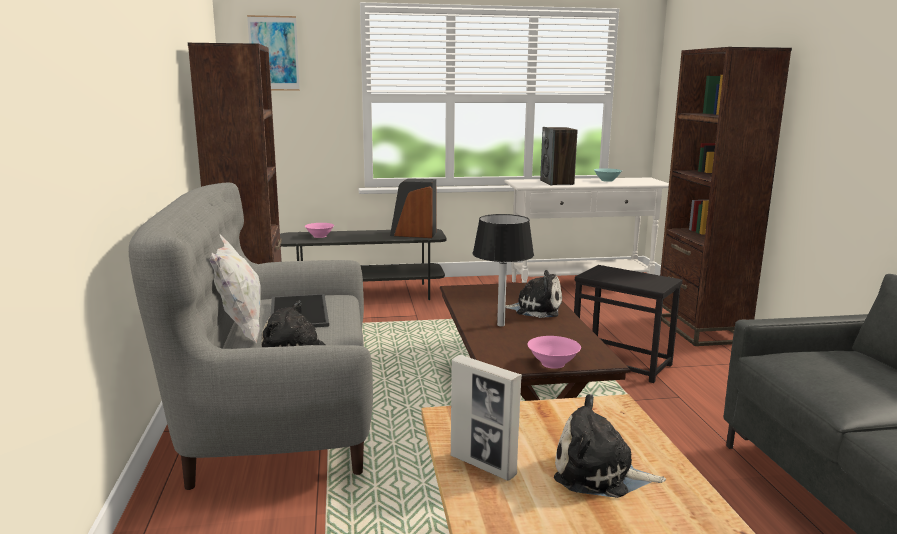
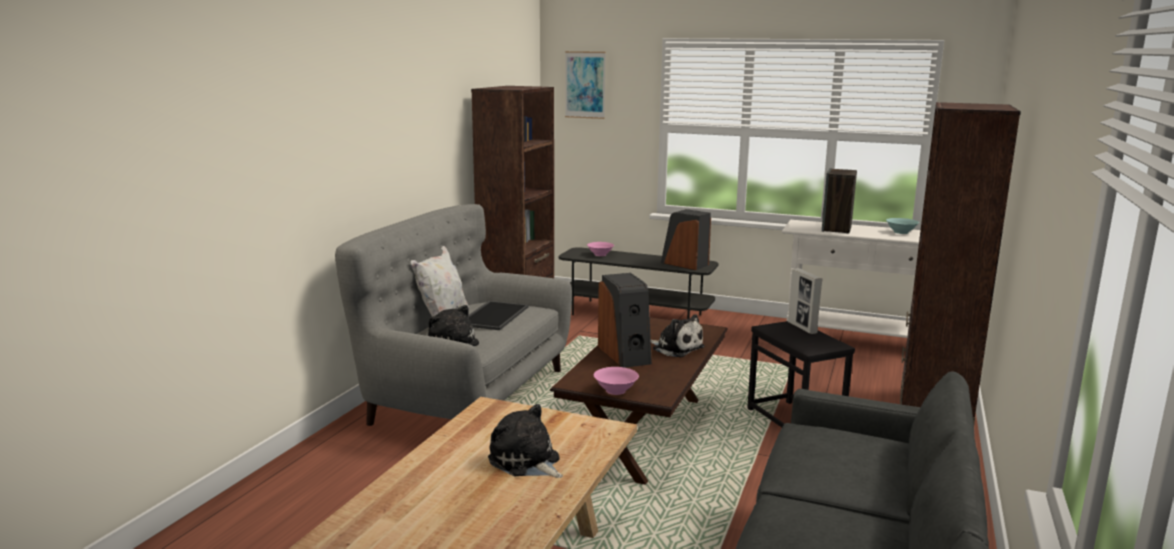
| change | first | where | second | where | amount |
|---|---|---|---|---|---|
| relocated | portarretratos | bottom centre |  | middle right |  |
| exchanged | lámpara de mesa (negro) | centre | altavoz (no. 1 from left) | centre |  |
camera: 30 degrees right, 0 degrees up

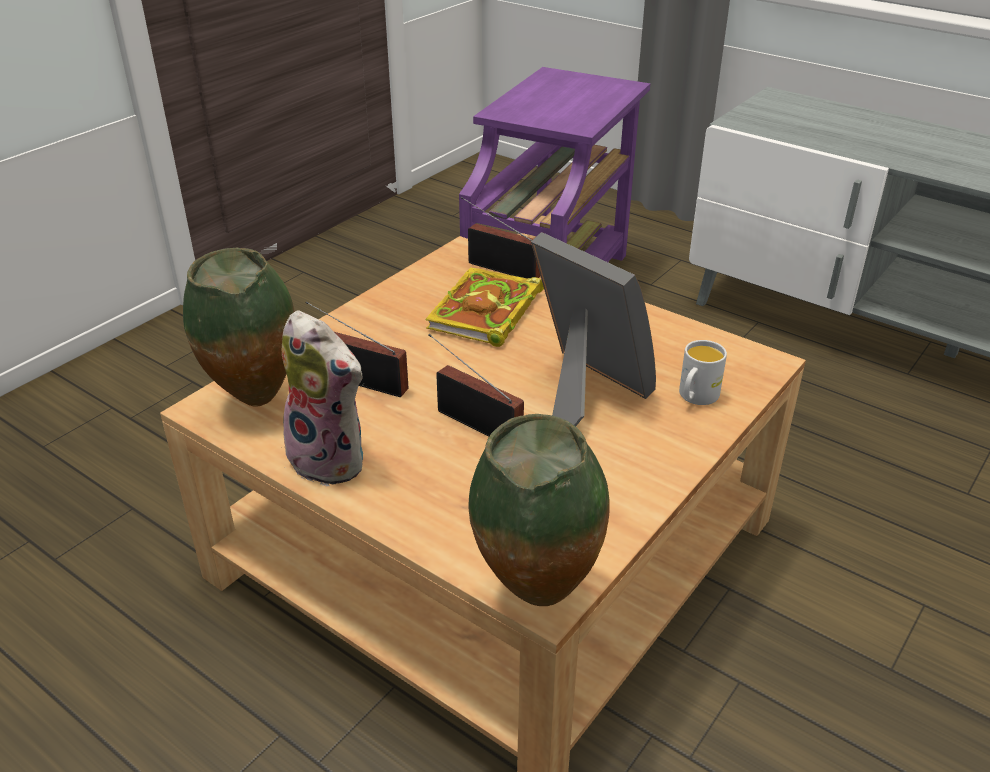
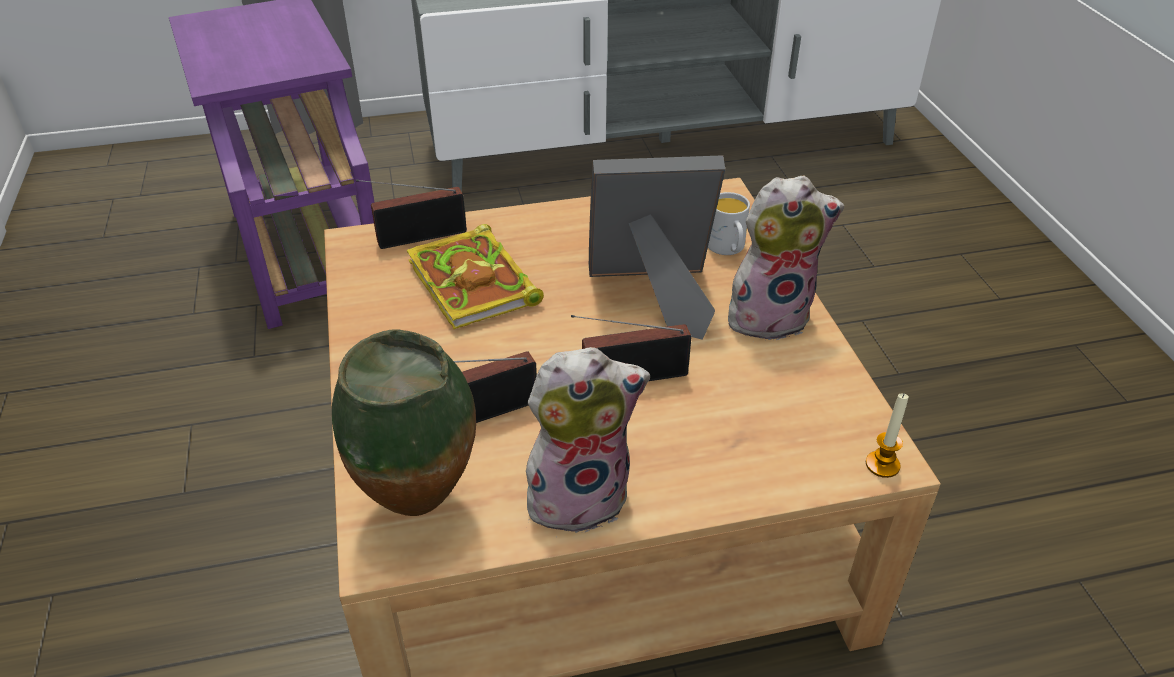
| change | first | where | second | where | amount |
|---|---|---|---|---|---|
| exchanged | florero (no. 2 from left) | centre | vela | middle right |  |
| appeared |  |  | peluche (no. 2 from left) | middle right |  |
camera: 50 degrees left, 5 degrees up

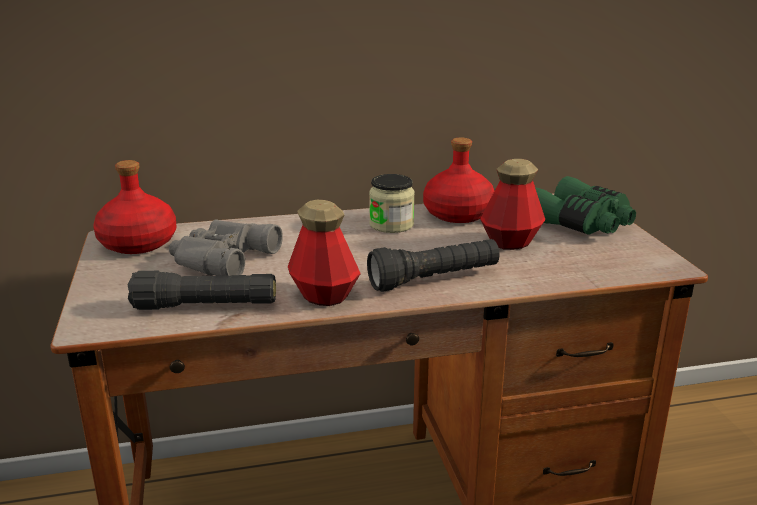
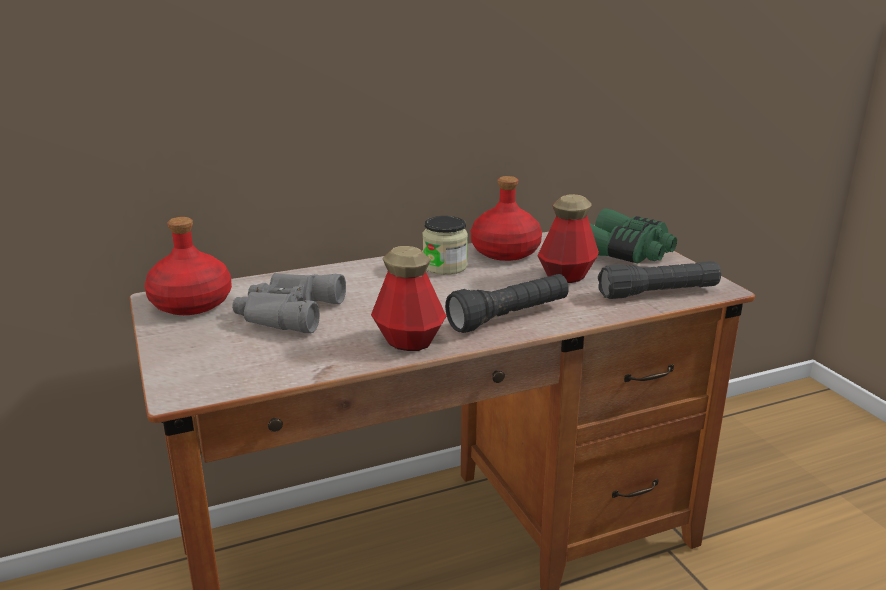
| change | first | where | second | where | amount |
|---|---|---|---|---|---|
| relocated | linterna (negro) (no. 1 from left in the first image) | middle left | linterna (negro) (no. 2 from left) | middle right |  |
camera: 10 degrees left, 0 degrees up

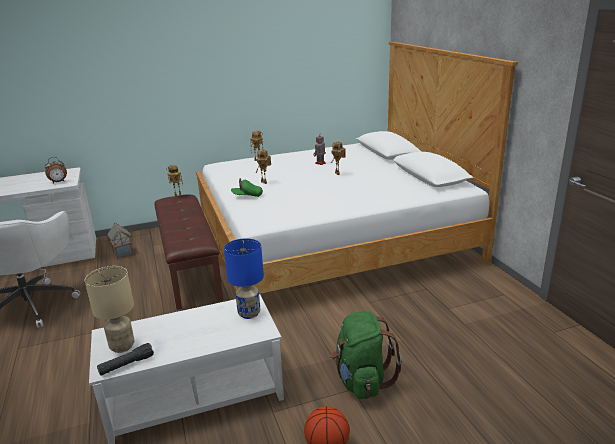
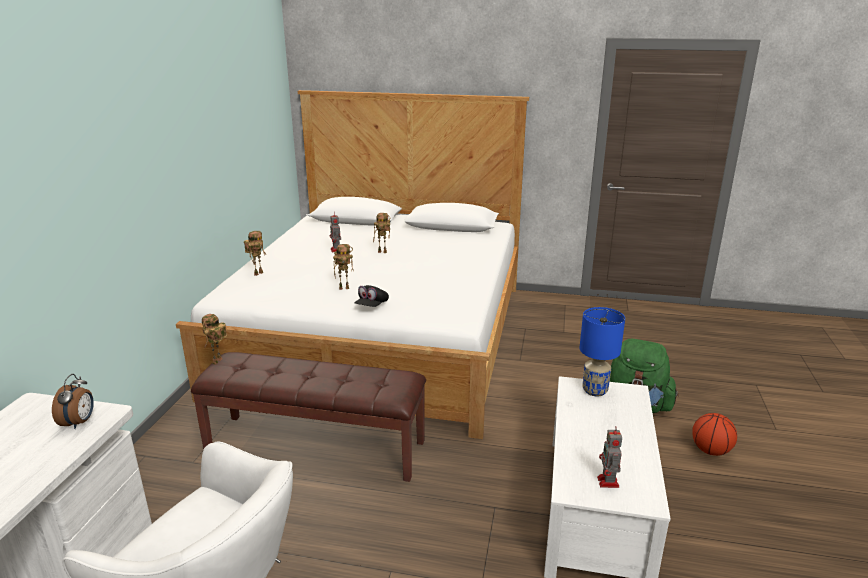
| change | first | where | second | where | amount |
|---|---|---|---|---|---|
| exchanged | lámpara de mesa (beis) | bottom left | robot de juguete (no. 6 from left) | bottom right |  |
| missing | linterna (negro) | bottom left |  |  |  |
| missing | casita | middle left |  |  |  |
| colour | gorra (verde) | centre | gorra (negro) | centre |  |
camera: 60 degrees left, 0 degrees up

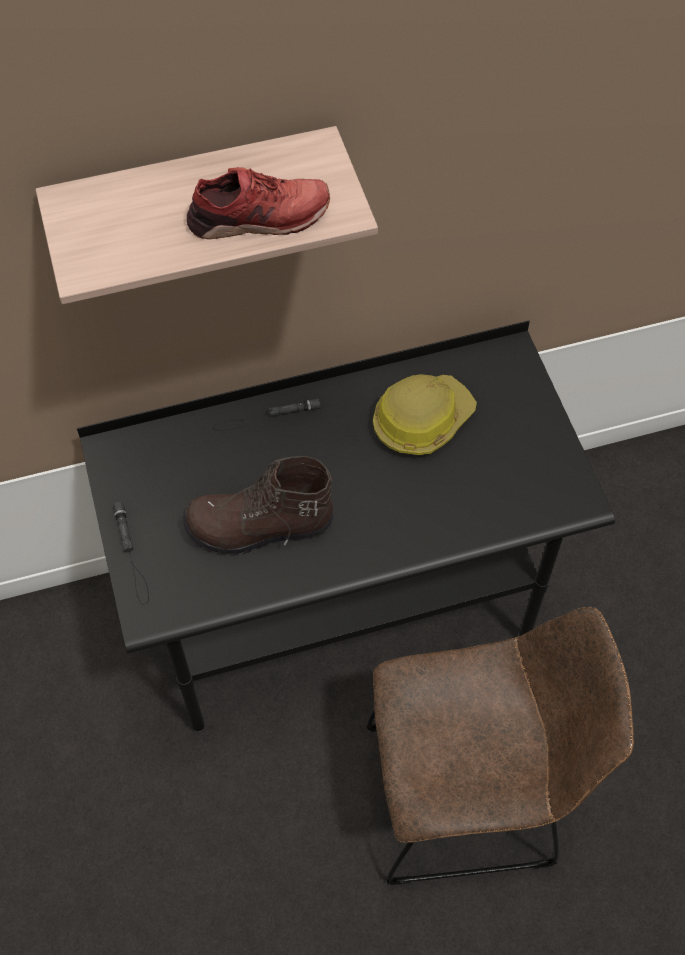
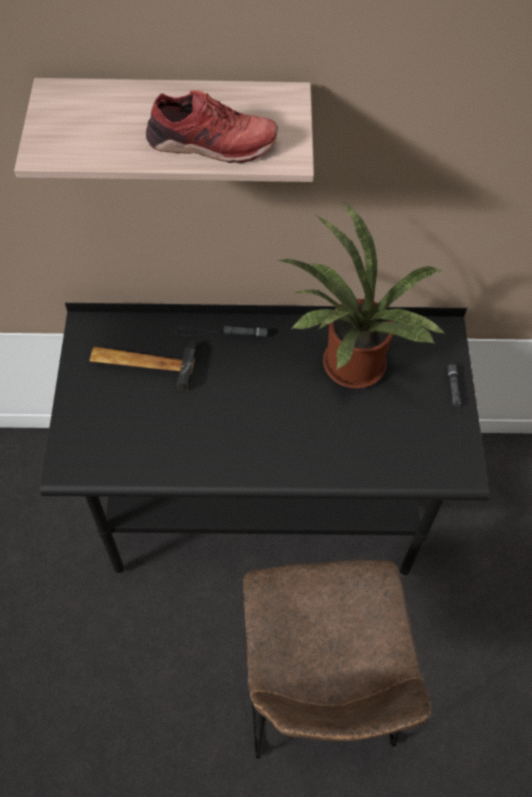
| change | first | where | second | where | amount |
|---|---|---|---|---|---|
| relocated | linterna (negro) (no. 1 from left in the first image) | middle left | linterna (negro) (no. 2 from left) | middle right |  |
| missing | bota (marrón) | centre |  |  |  |
| spun | silla (marrón) | bottom right |  | bottom centre | 75 degrees clockwise |
| exchanged | casco | centre | planta en maceta | middle right |  |
| appeared |  |  | martillo | middle left |  |
camera: 15 degrees right, 0 degrees up

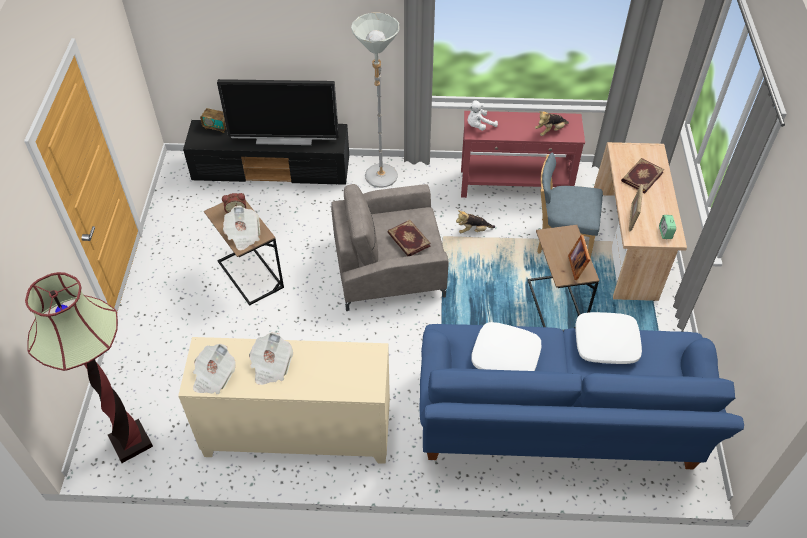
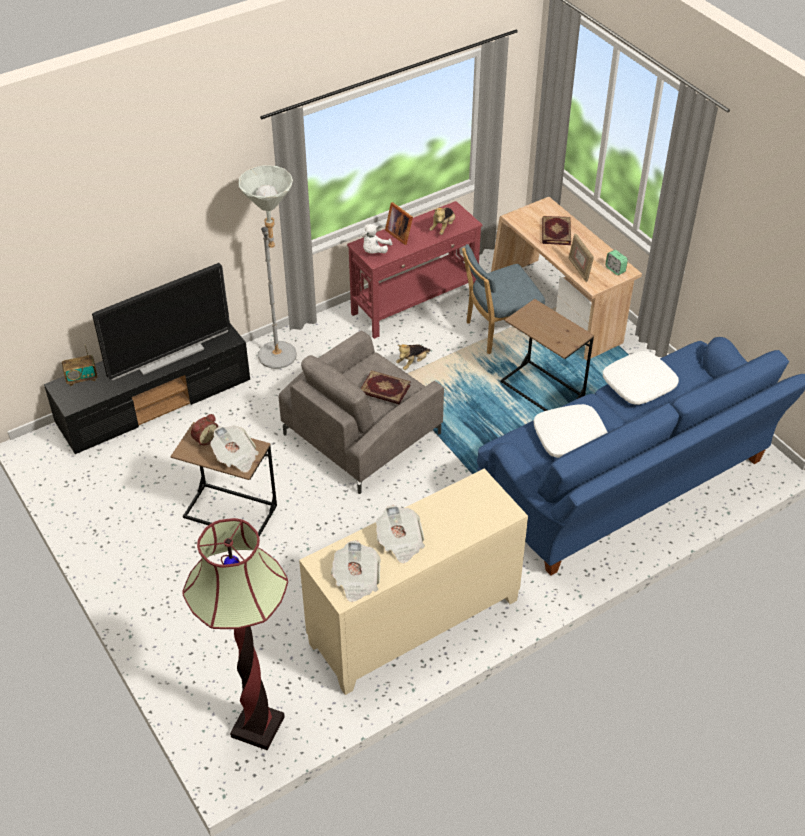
| change | first | where | second | where | amount |
|---|---|---|---|---|---|
| relocated | portarretratos (no. 1 from left) | middle right |  | top centre |  |
camera: 35 degrees left, 5 degrees down

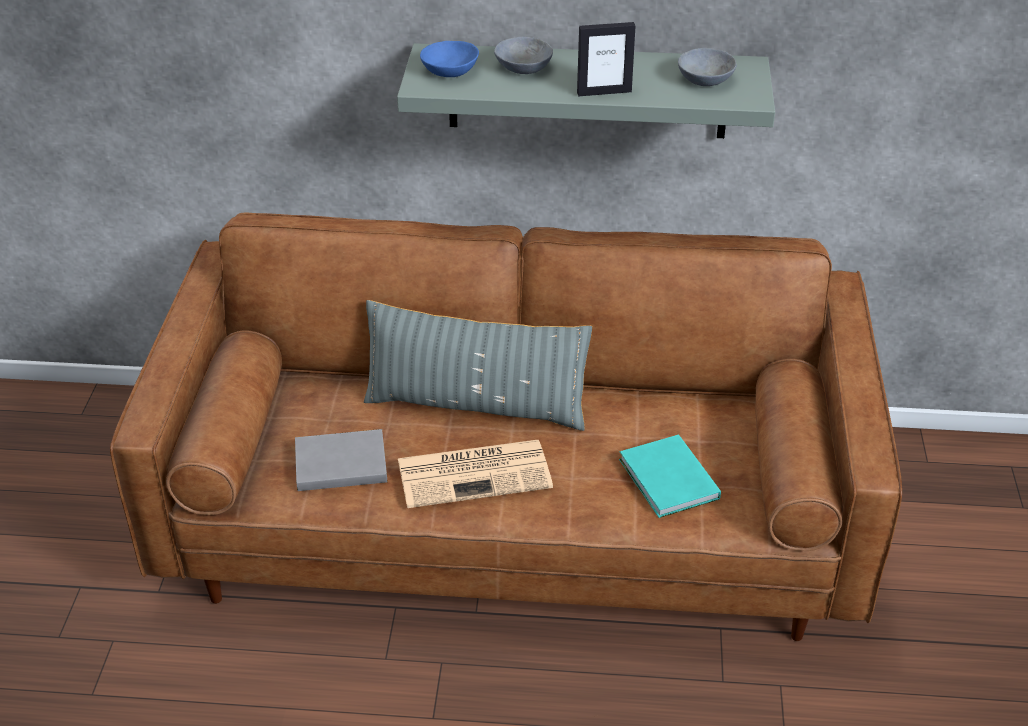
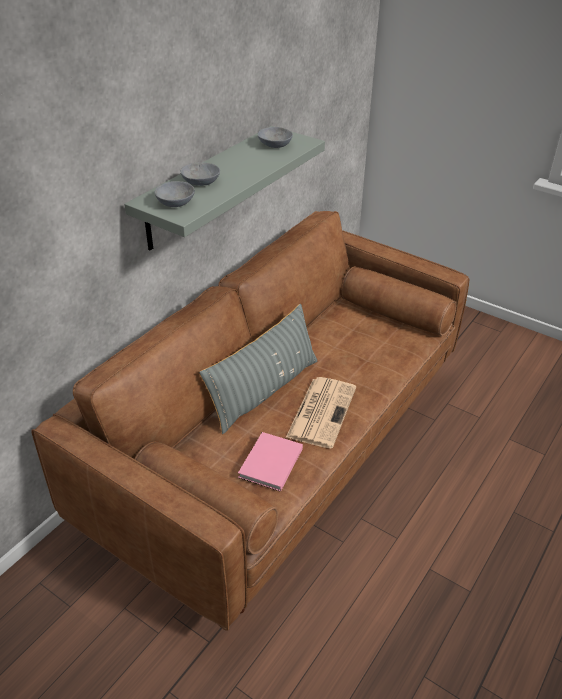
| change | first | where | second | where | amount |
|---|---|---|---|---|---|
| colour | libro (gris) | middle left | libro (rosa) | centre |  |
| colour | cuenco (azul) | top centre | cuenco (gris) (no. 1 from left) | top left |  |
| missing | portarretratos | top centre |  |  |  |
| missing | libro (turquesa) | centre |  |  |  |
camera: 60 degrees left, 0 degrees up

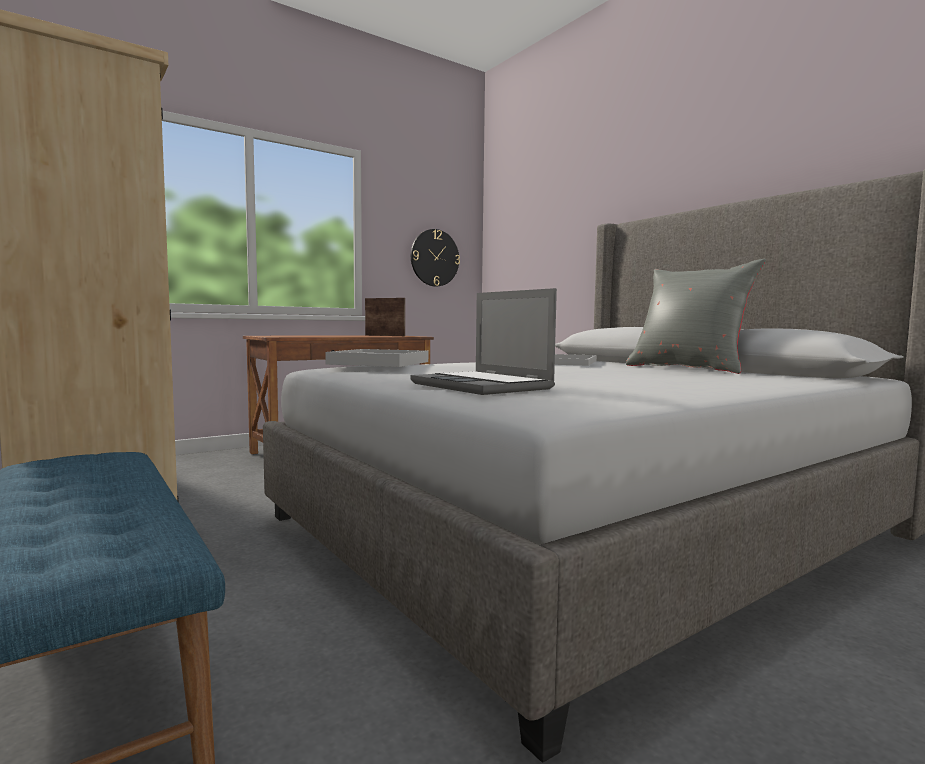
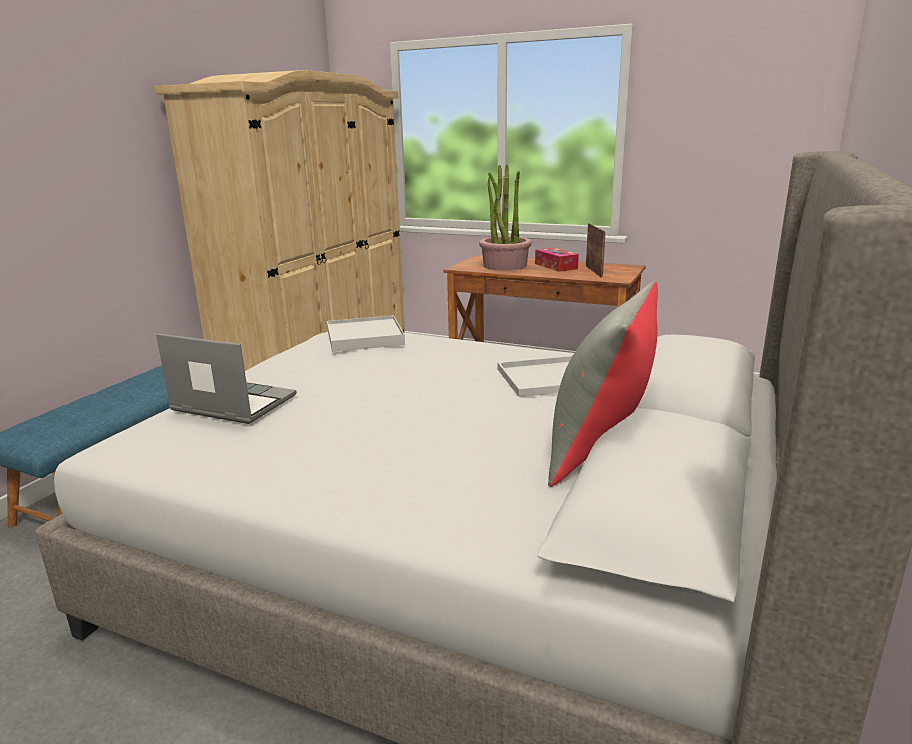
| change | first | where | second | where | amount |
|---|---|---|---|---|---|
| missing | reloj de pared | centre |  |  |  |
| spun | portátil | centre |  | middle left | 90 degrees clockwise |
| appeared |  |  | planta en maceta | top centre |  |
| appeared |  |  | caja de pañuelos | centre |  |
camera: 60 degrees right, 15 degrees up

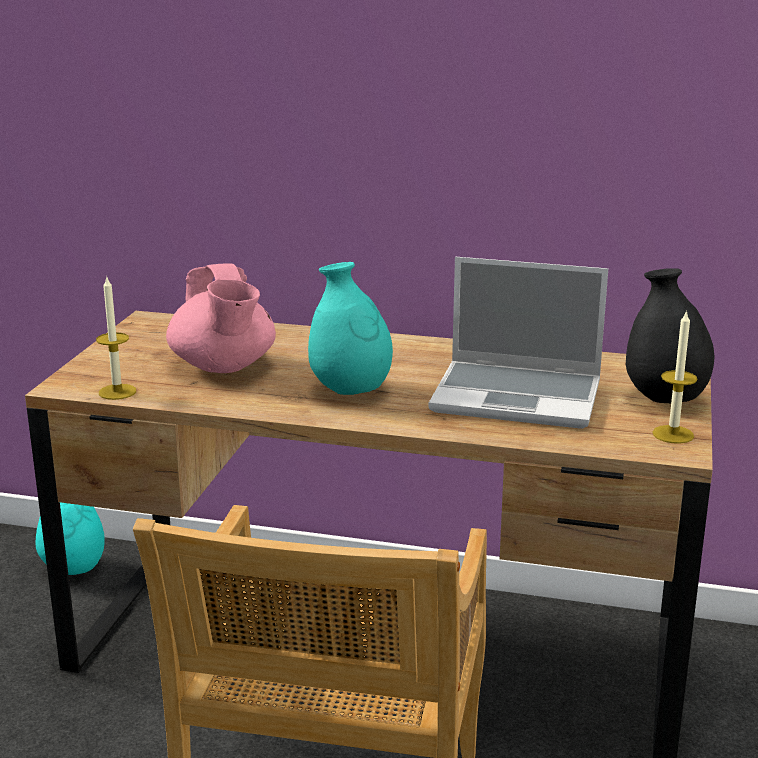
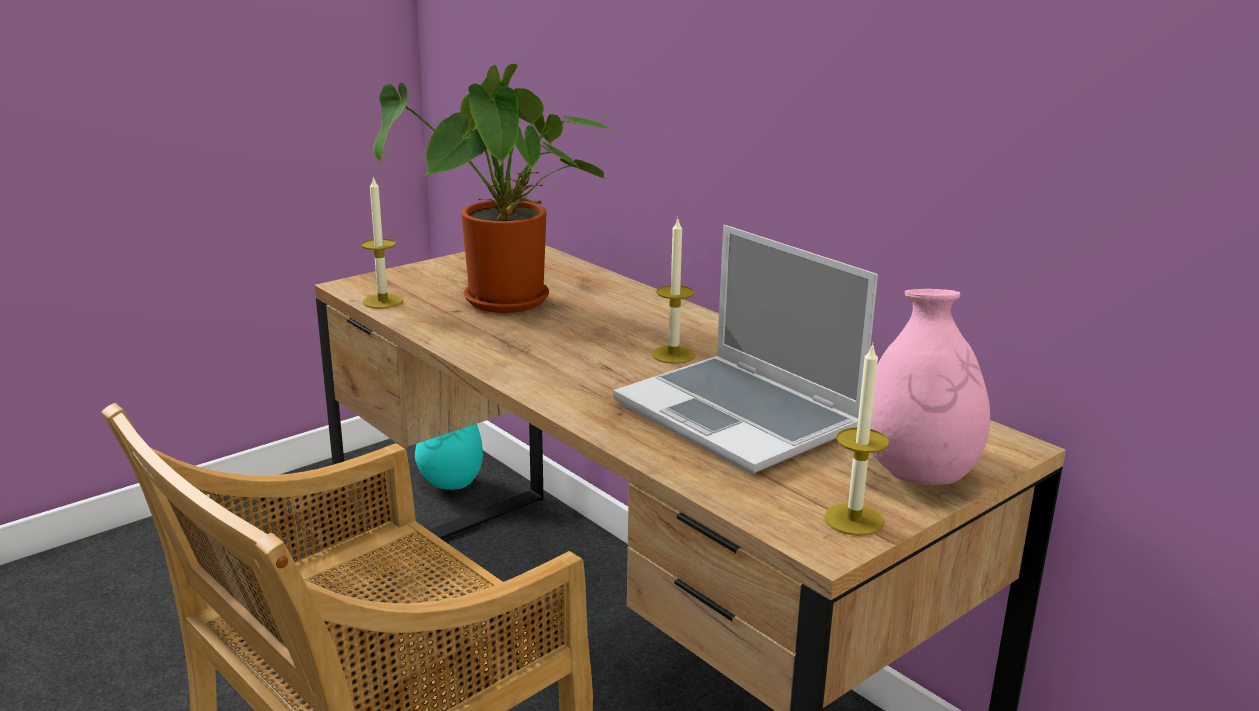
| change | first | where | second | where | amount |
|---|---|---|---|---|---|
| exchanged | tetera (rosa) | middle left | planta en maceta | top centre |  |
| missing | florero (turquesa) (no. 2 from left) | centre |  |  |  |
| colour | florero (negro) | middle right | florero (rosa) | middle right |  |
| appeared |  |  | vela (no. 2 from left) | centre |  |
camera: 35 degrees right, 0 degrees up

